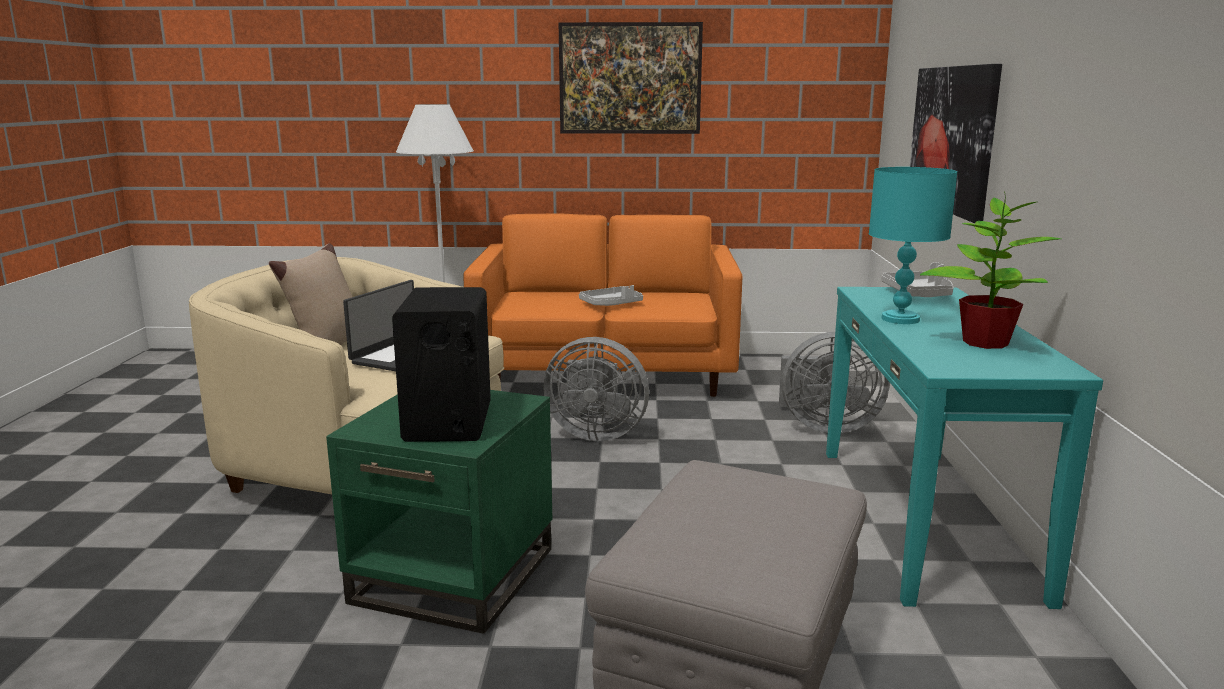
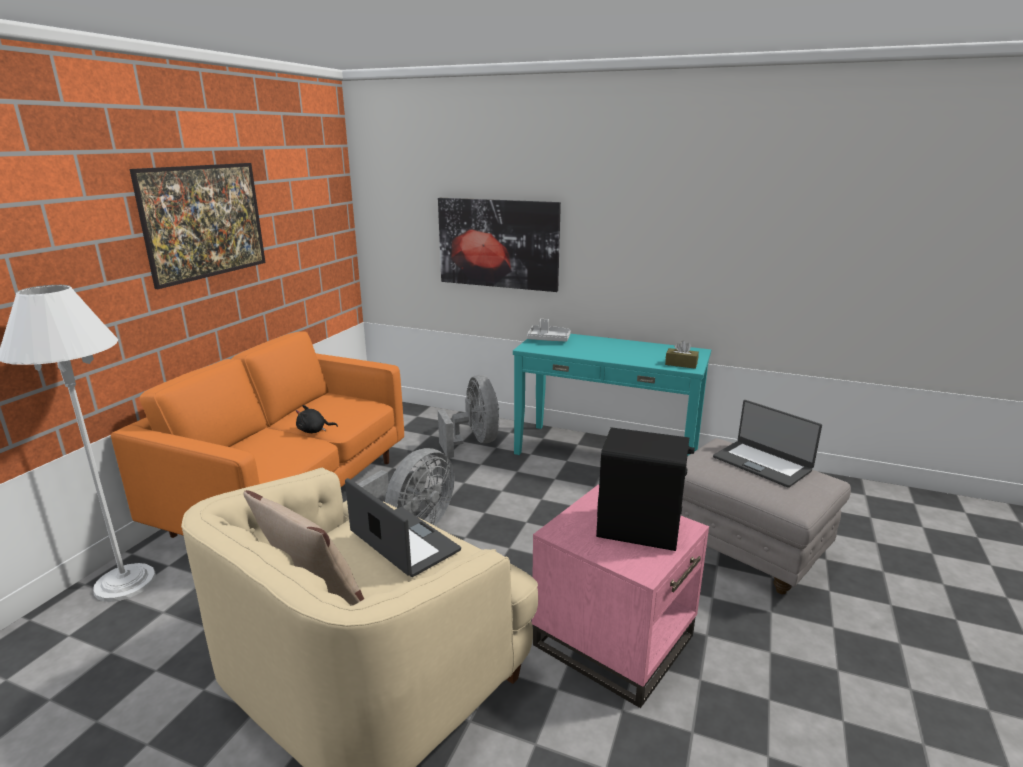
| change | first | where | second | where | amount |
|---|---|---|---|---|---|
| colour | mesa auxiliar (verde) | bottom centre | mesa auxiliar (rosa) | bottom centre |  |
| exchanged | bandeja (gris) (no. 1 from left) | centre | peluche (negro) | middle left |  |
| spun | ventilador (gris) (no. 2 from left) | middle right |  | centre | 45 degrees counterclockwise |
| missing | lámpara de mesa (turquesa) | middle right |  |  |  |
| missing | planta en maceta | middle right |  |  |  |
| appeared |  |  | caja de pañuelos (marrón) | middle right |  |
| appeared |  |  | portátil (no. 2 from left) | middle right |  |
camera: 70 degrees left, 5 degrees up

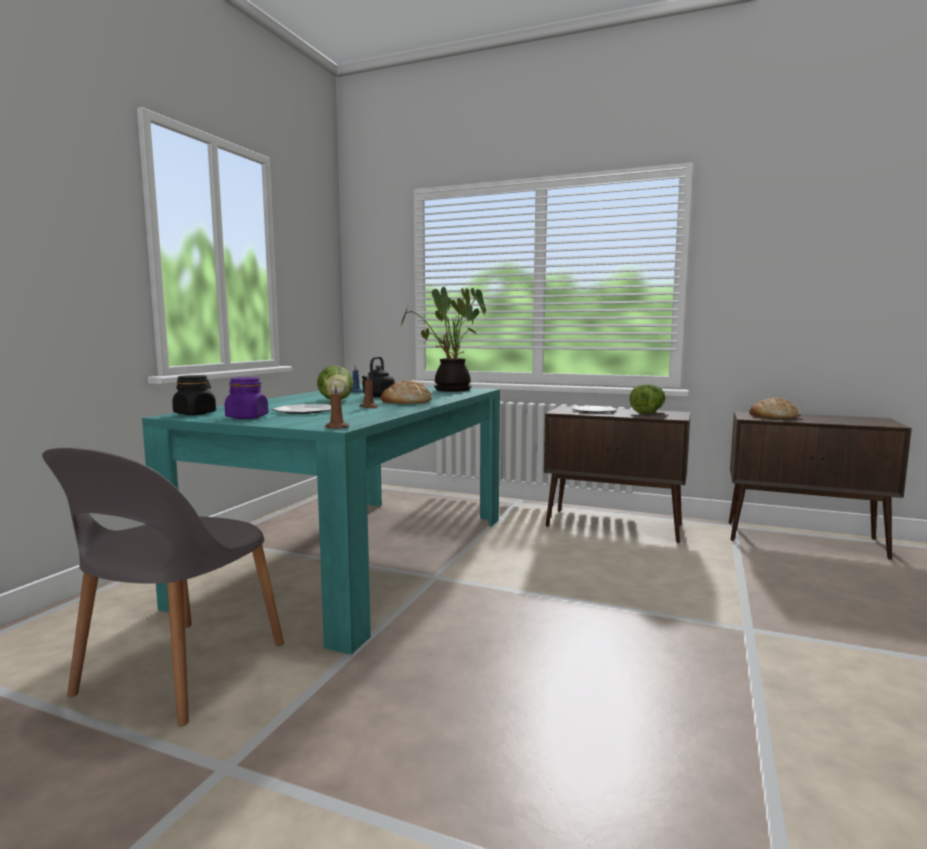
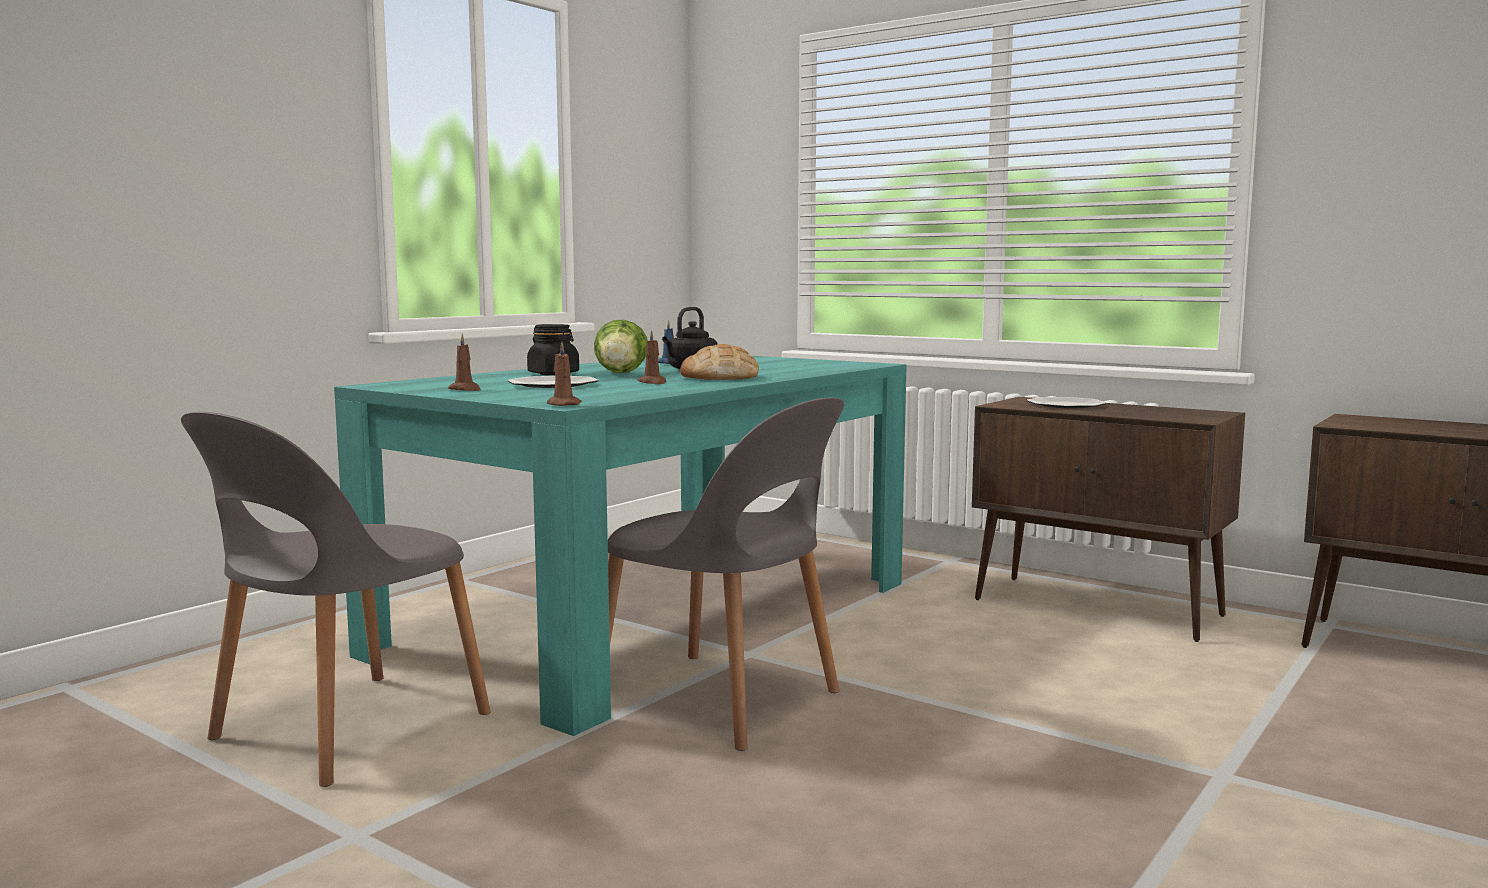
| change | first | where | second | where | amount |
|---|---|---|---|---|---|
| relocated | tarro (negro) | middle left |  | centre |  |
| exchanged | tarro (morado) | middle left | vela (marrón) (no. 1 from left) | middle left |  |
| missing | planta en maceta | centre |  |  |  |
| missing | lechuga (no. 2 from left) | middle right |  |  |  |
| missing | pan (no. 2 from left) | middle right |  |  |  |
| appeared |  |  | silla (gris) (no. 2 from left) | centre |  |
camera: 15 degrees right, 0 degrees up

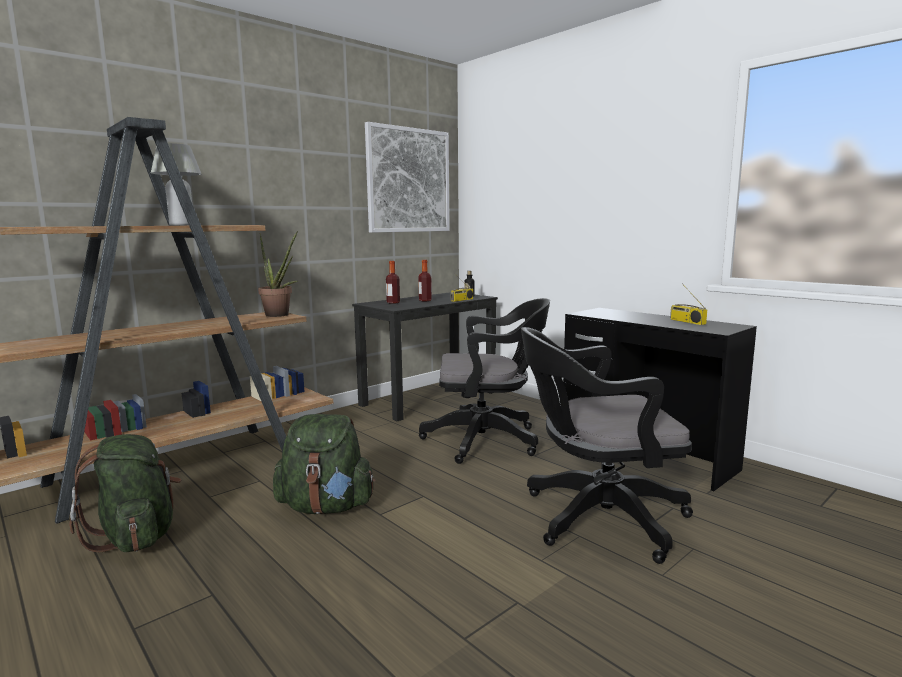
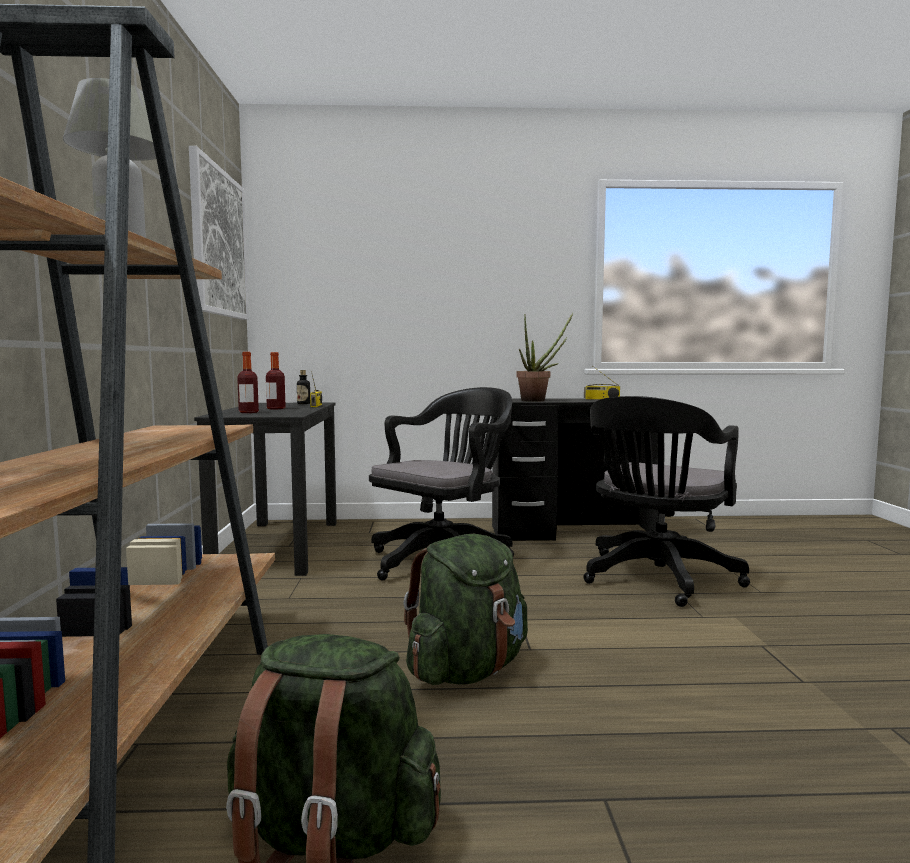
| change | first | where | second | where | amount |
|---|---|---|---|---|---|
| relocated | planta en maceta | middle left |  | centre |  |
camera: 50 degrees left, 5 degrees down

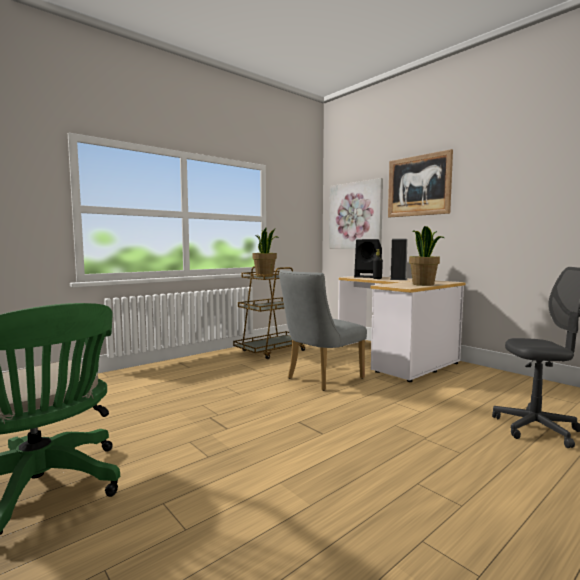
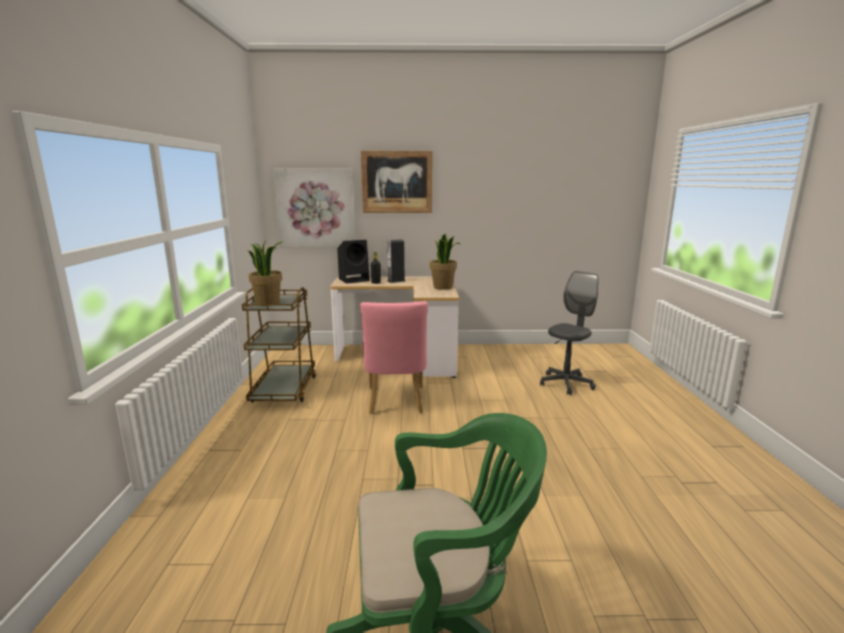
| change | first | where | second | where | amount |
|---|---|---|---|---|---|
| colour | silla (gris) | centre | silla (rosa) | centre |  |
camera: 50 degrees left, 10 degrees up

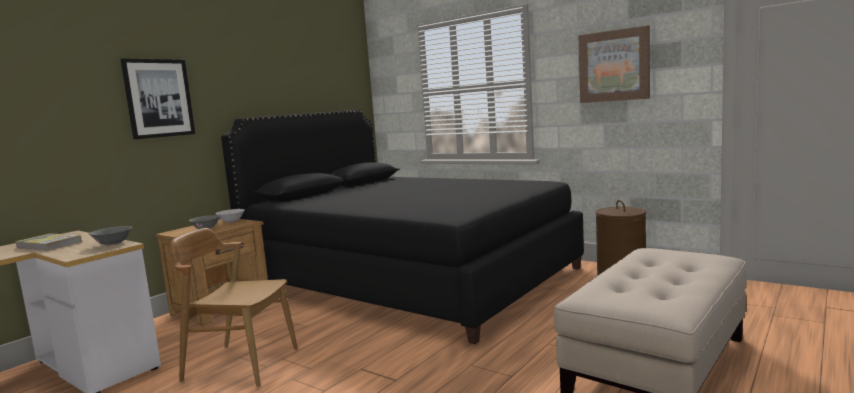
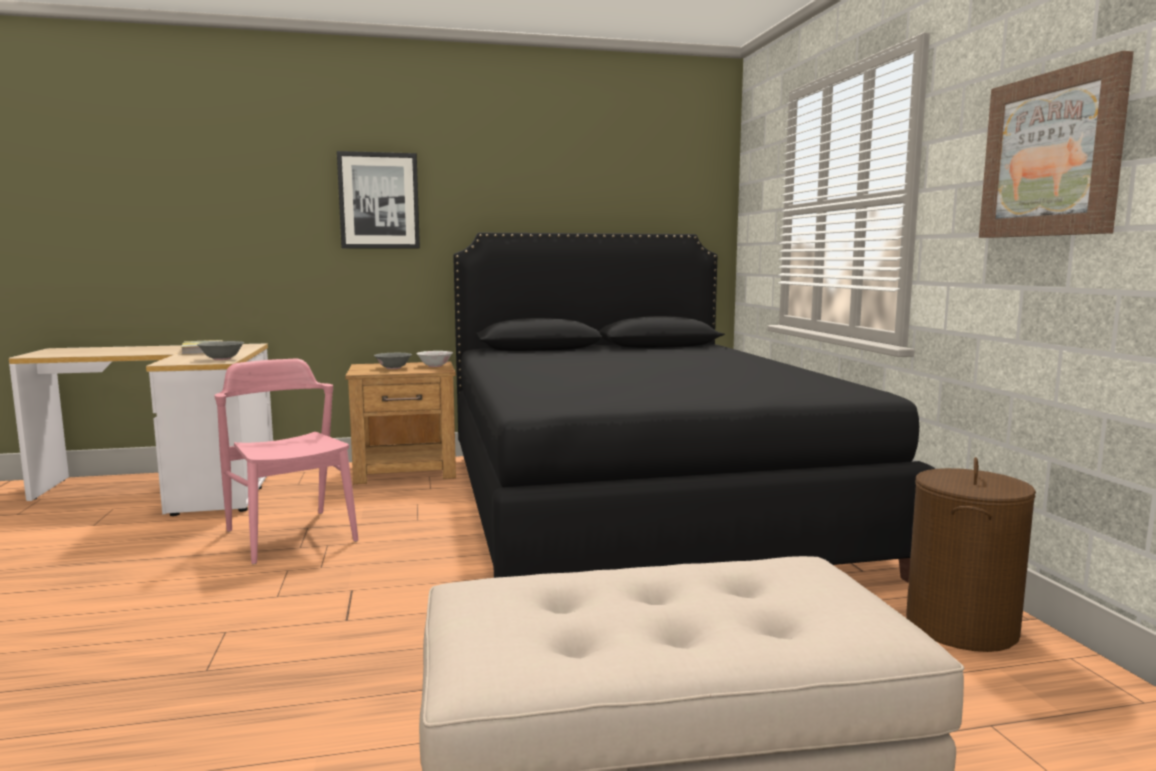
| change | first | where | second | where | amount |
|---|---|---|---|---|---|
| colour | silla (marrón) | bottom left | silla (rosa) | middle left |  |
camera: 40 degrees right, 0 degrees up

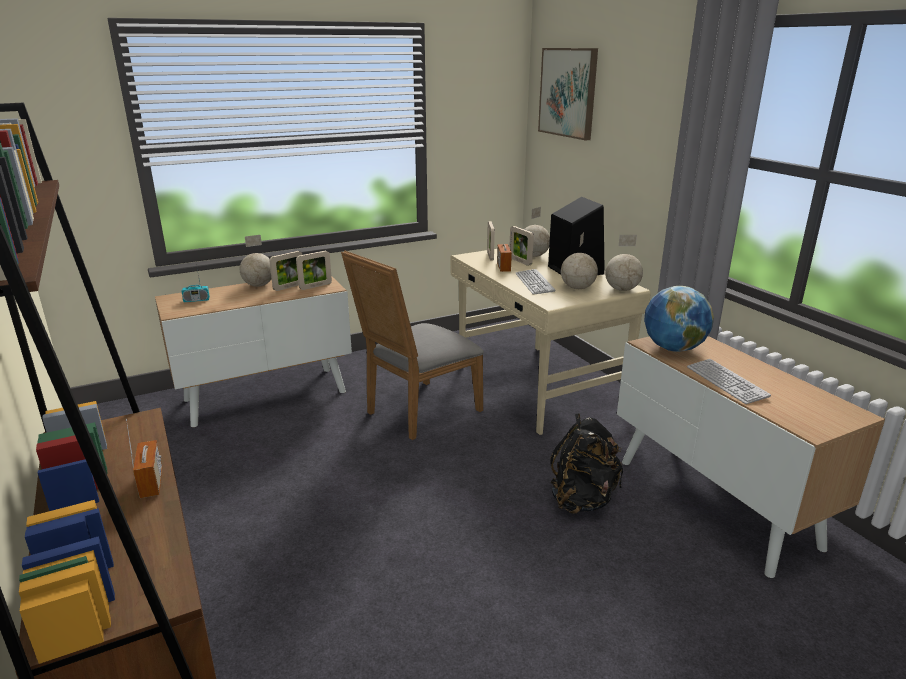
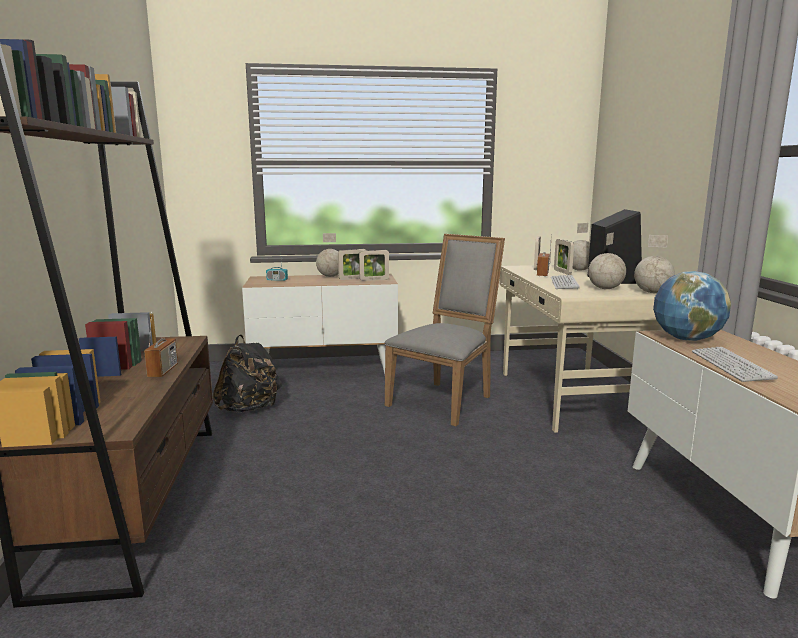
| change | first | where | second | where | amount |
|---|---|---|---|---|---|
| spun | silla (gris) | centre |  | centre | 150 degrees clockwise |
| missing | cuadro | top centre |  |  |  |
| relocated | mochila (negro) | bottom centre |  | middle left |  |
camera: 20 degrees right, 10 degrees down

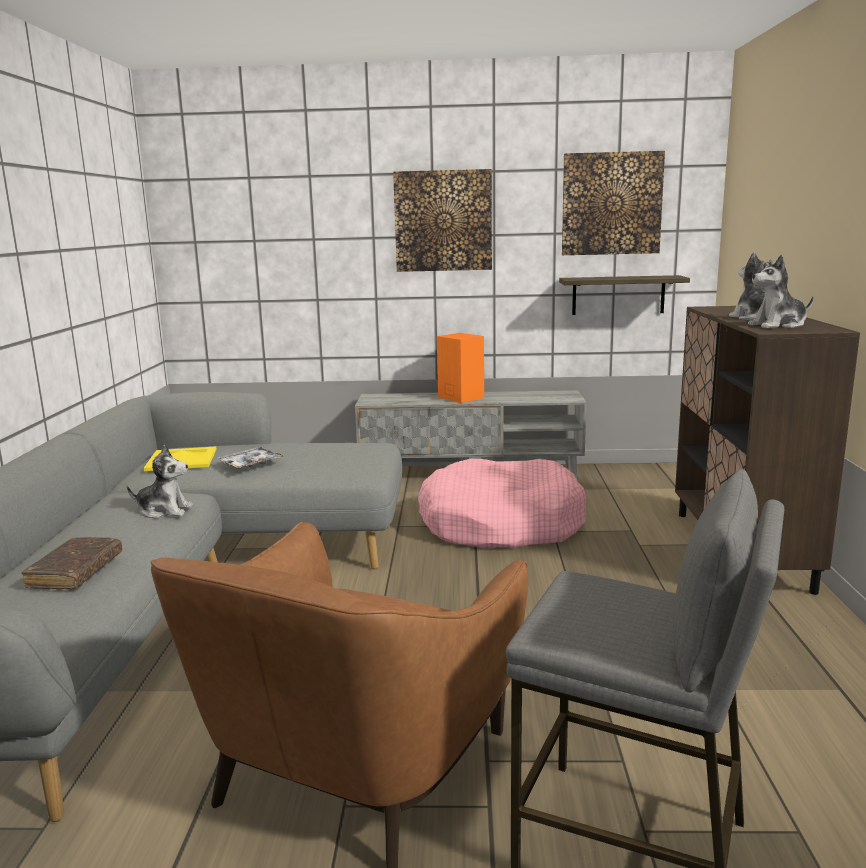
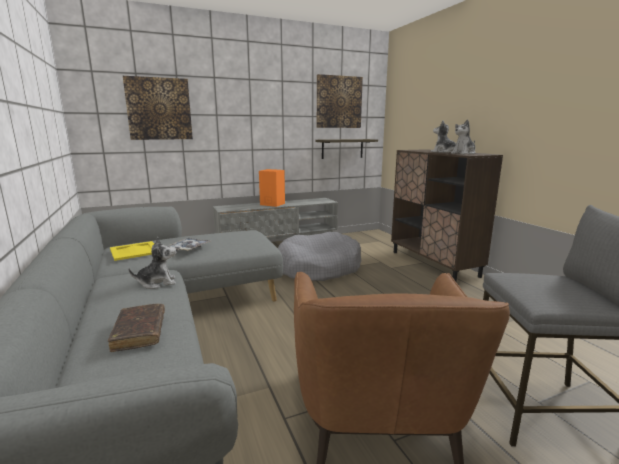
| change | first | where | second | where | amount |
|---|---|---|---|---|---|
| relocated | cuadro (no. 1 from left) | top centre |  | top left |  |
| colour | cama para perro (rosa) | centre | cama para perro (gris) | centre |  |
camera: 25 degrees left, 0 degrees up

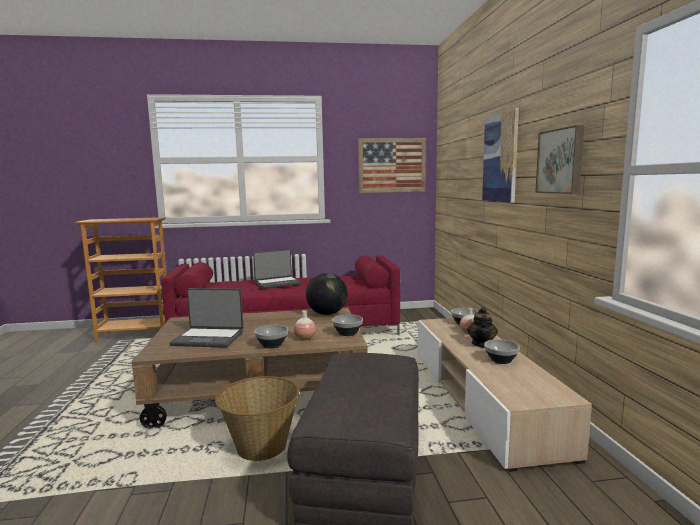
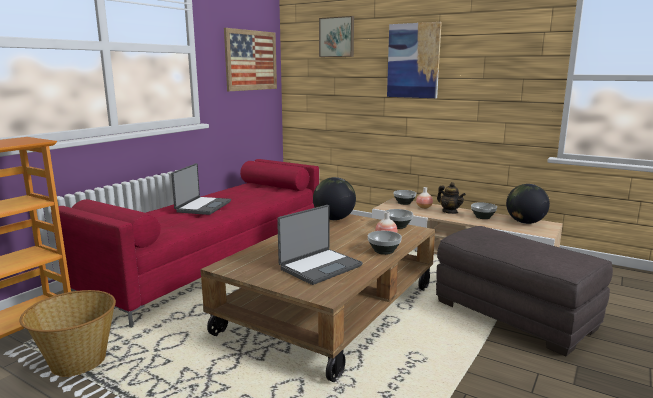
| change | first | where | second | where | amount |
|---|---|---|---|---|---|
| relocated | cesta | bottom centre |  | bottom left |  |
| relocated | cuadro (no. 3 from left in the first image) | top right | cuadro (no. 2 from left) | top centre |  |
| appeared |  |  | globo terráqueo (no. 2 from left) | middle right |  |
camera: 50 degrees left, 5 degrees up

